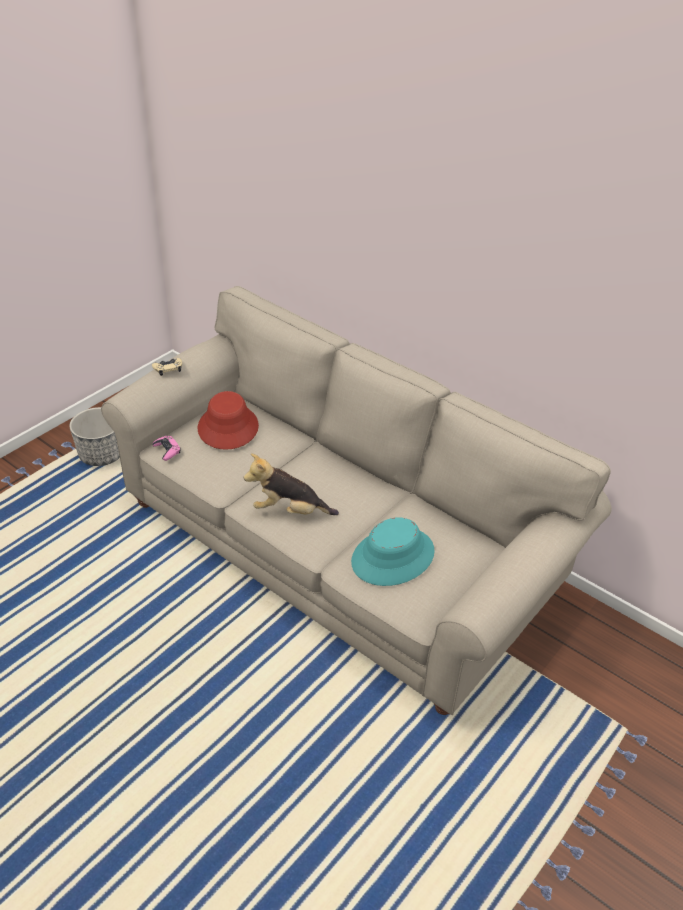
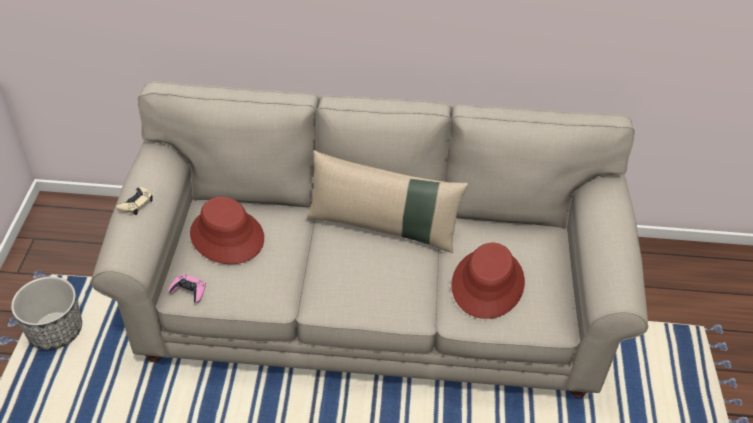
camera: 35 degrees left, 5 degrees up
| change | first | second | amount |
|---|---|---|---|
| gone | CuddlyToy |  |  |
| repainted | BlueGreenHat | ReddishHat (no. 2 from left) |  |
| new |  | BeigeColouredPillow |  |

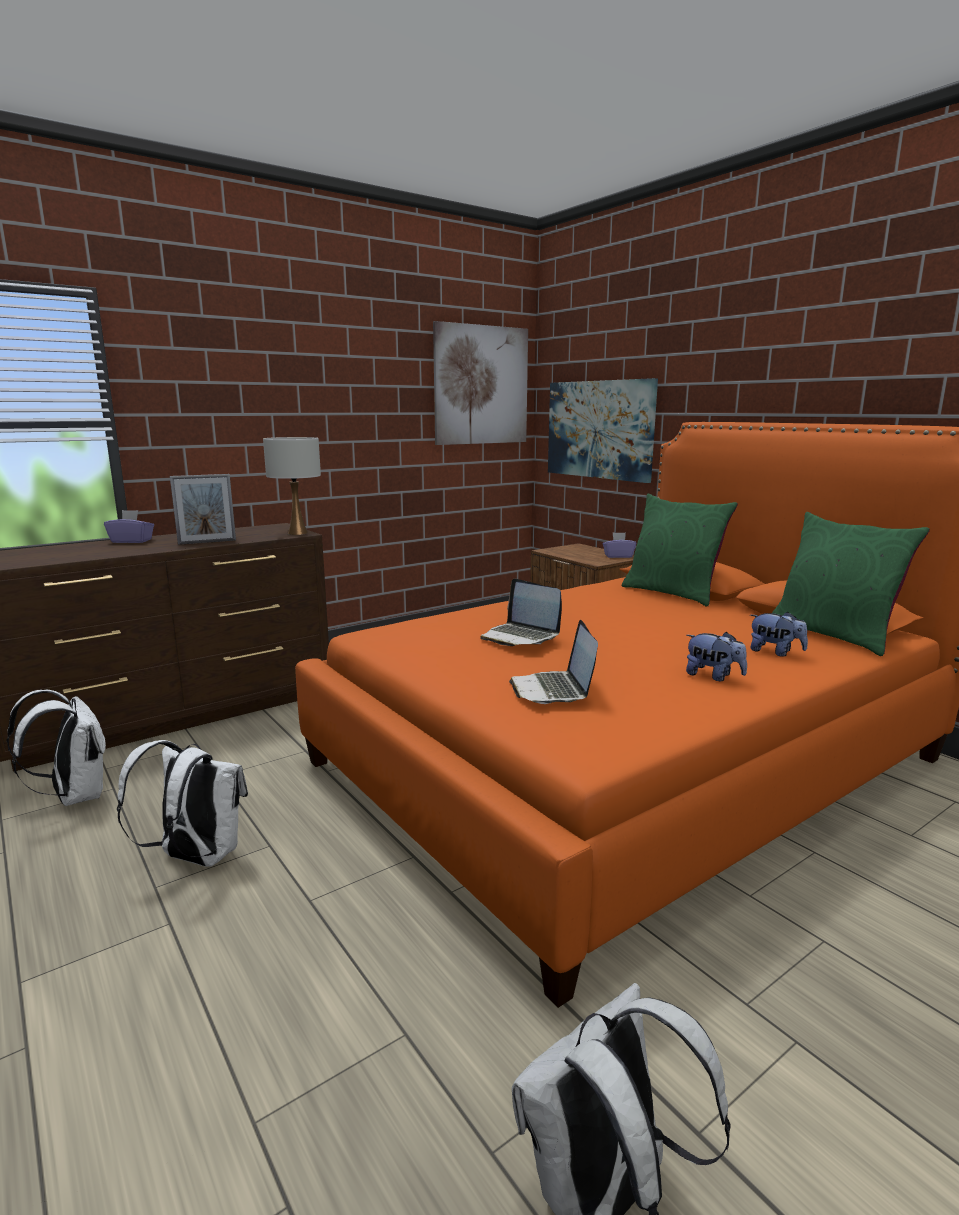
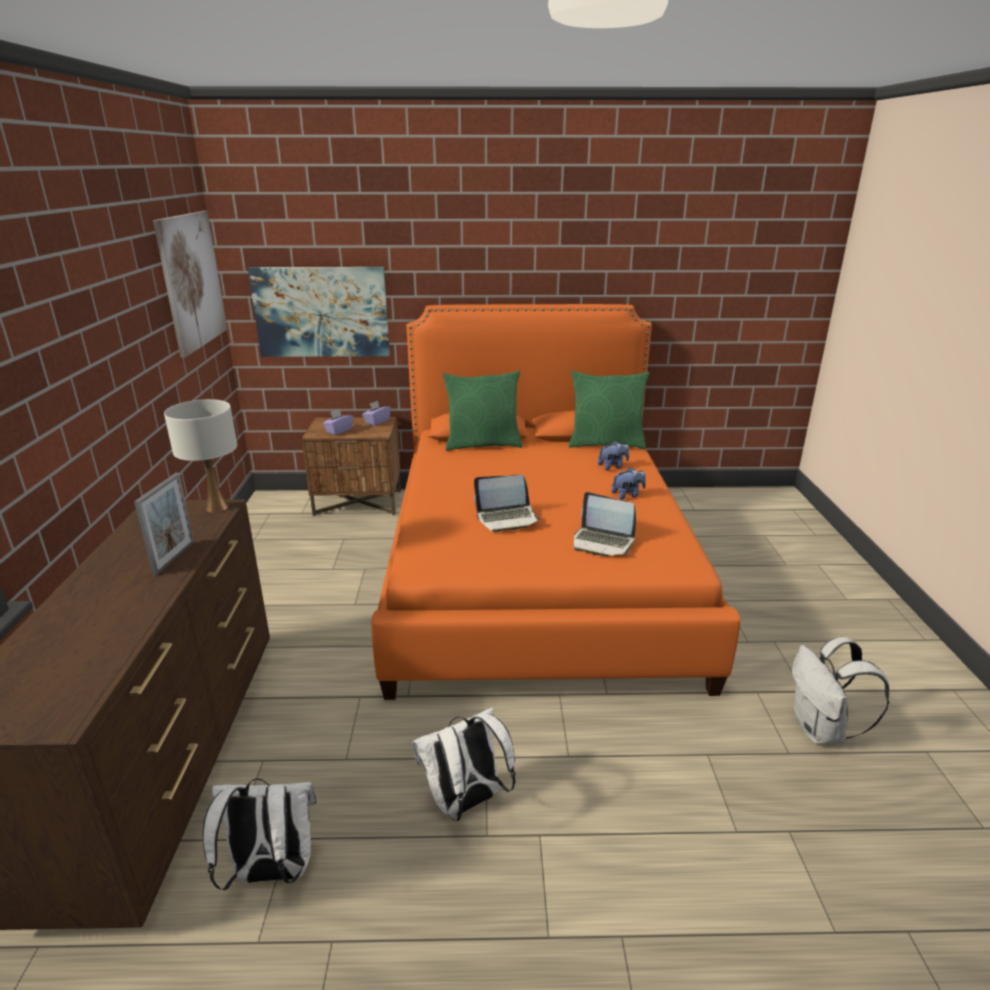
camera: 55 degrees left, 10 degrees up
| change | first | second | amount |
|---|---|---|---|
| shifted | PurpleColouredTissueBox (no. 1 from left) |  |  |

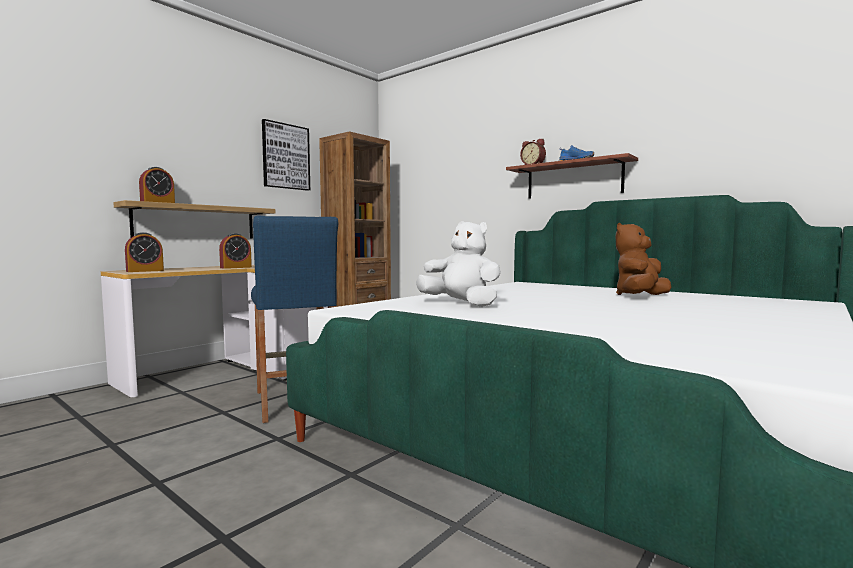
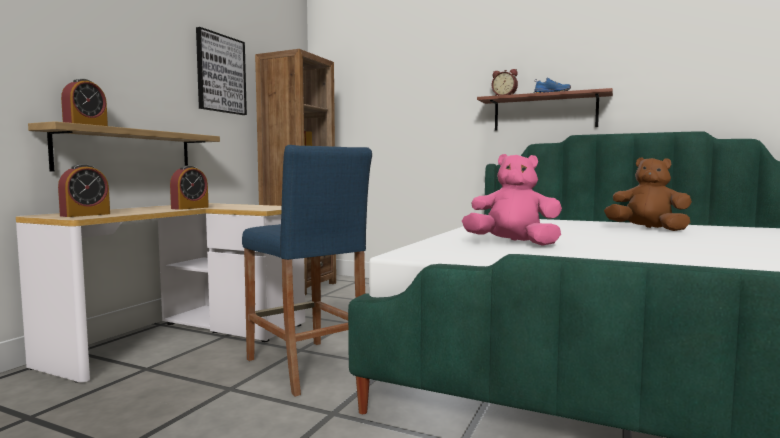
camera: 15 degrees left, 0 degrees up
| change | first | second | amount |
|---|---|---|---|
| repainted | WhiteCuddlyToy | PinkishCuddlyToy |  |
| rotated | BrownColouredCuddlyToy |  | 90 degrees clockwise |

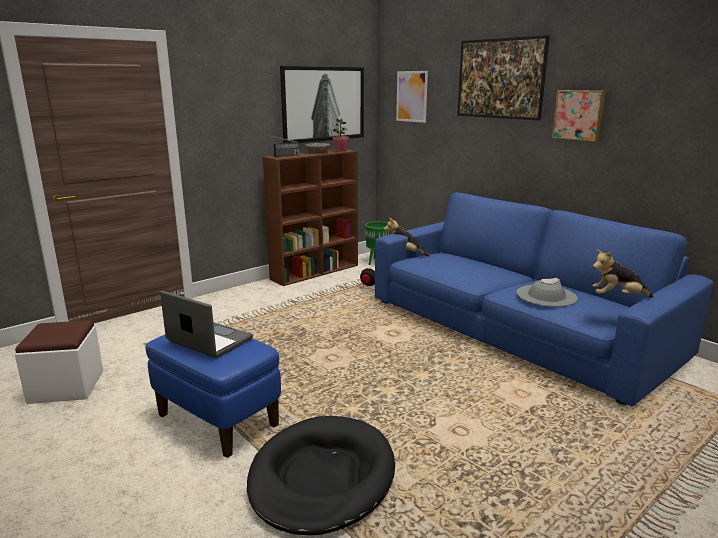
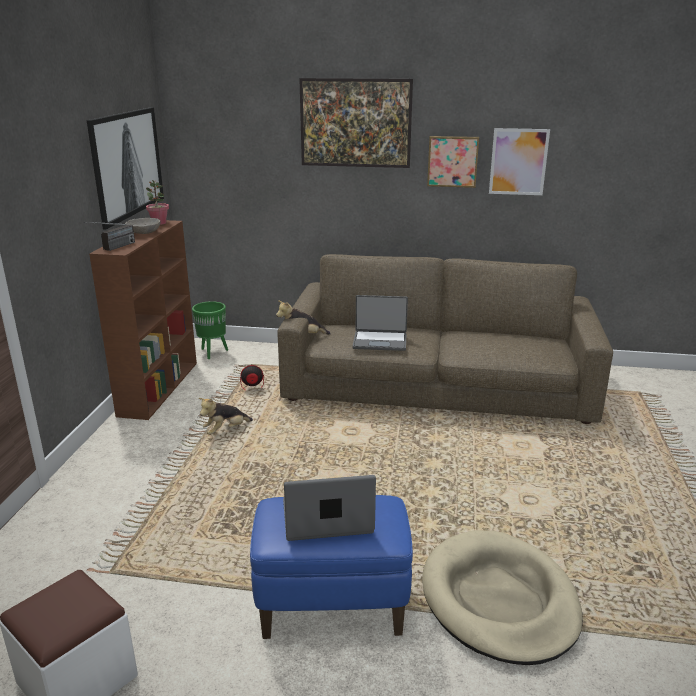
camera: 40 degrees left, 5 degrees up
| change | first | second | amount |
|---|---|---|---|
| repainted | BlackishDogCushion | BeigeColouredDogCushion |  |
| repainted | BlueSofa | BrownColouredSofa |  |
| shifted | Picture (no. 2 from left in the first image) | Picture (no. 4 from left) |  |
| gone | GreyishHat |  |  |
| shifted | CuddlyToy (no. 2 from left in the first image) | CuddlyToy (no. 1 from left) |  |
| new |  | Laptop (no. 2 from left) |  |

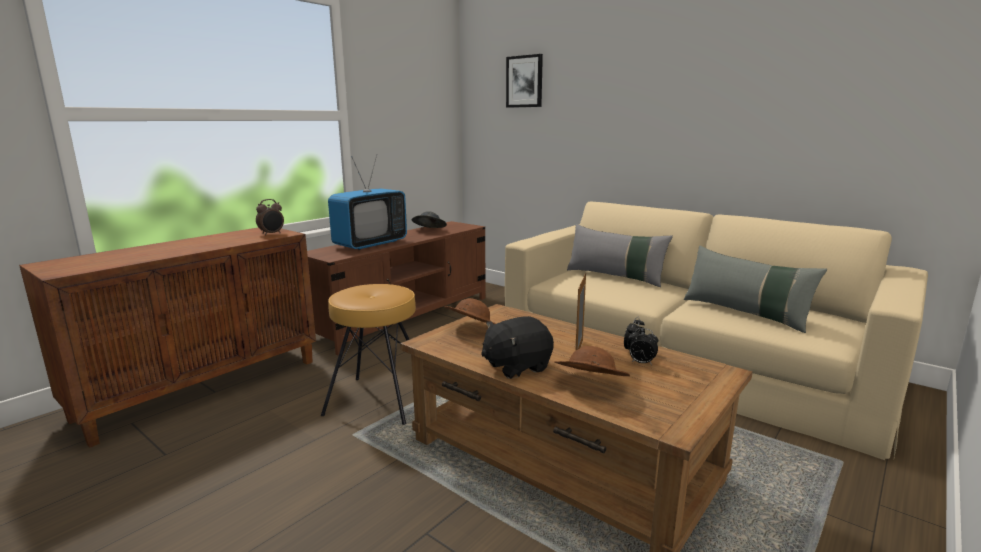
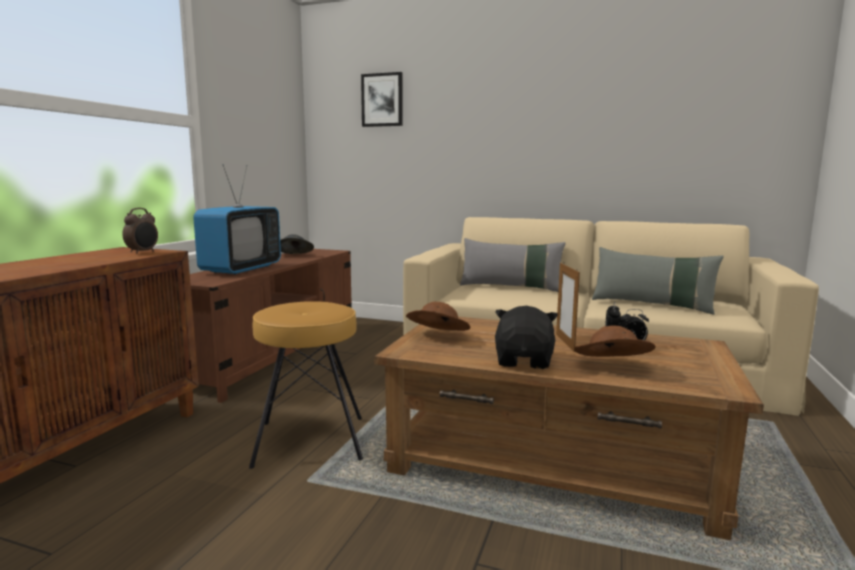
camera: 20 degrees left, 5 degrees down
| change | first | second | amount |
|---|---|---|---|
| rotated | BlackishCuddlyToy |  | 150 degrees clockwise |

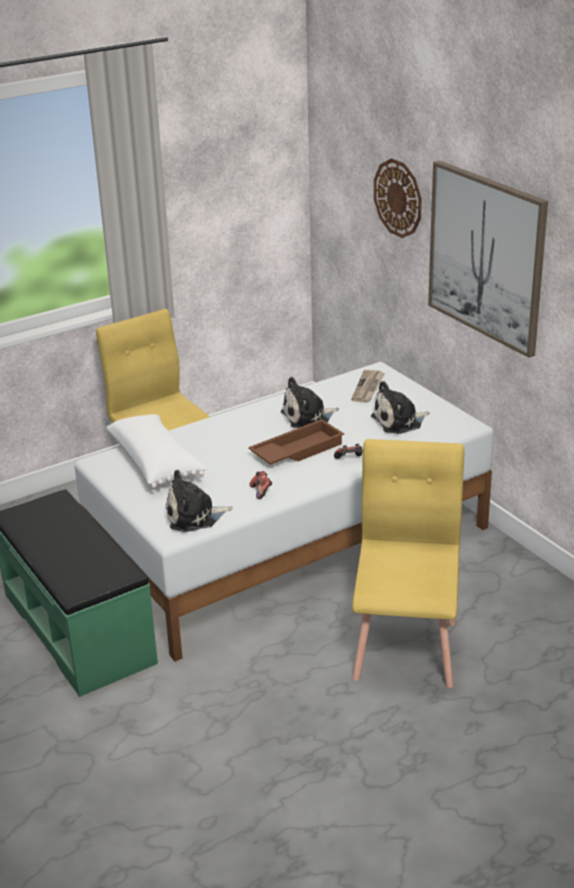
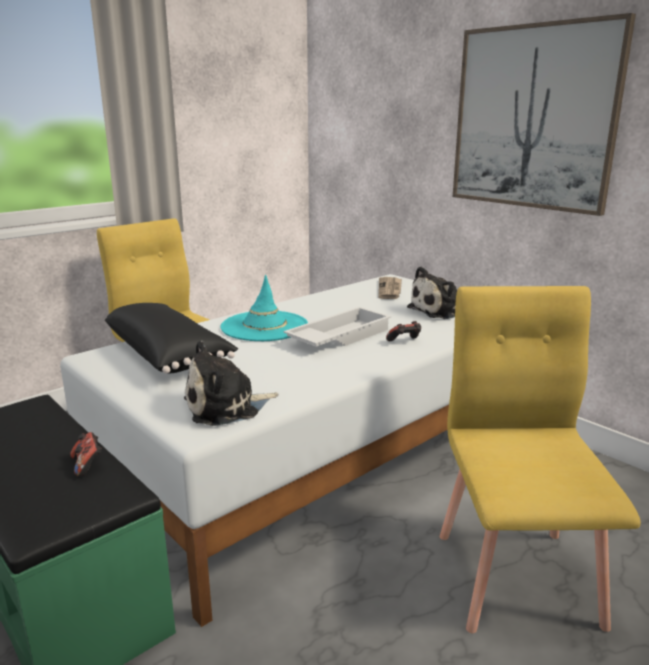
camera: 10 degrees left, 10 degrees down
| change | first | second | amount |
|---|---|---|---|
| repainted | WhitePillow | BlackishPillow |  |
| repainted | BrownColouredCarryingTray | WhiteCarryingTray |  |
| shifted | GameController (no. 1 from left) |  |  |
| gone | CuddlyToy (no. 2 from left) |  |  |
| gone | HangingClock |  |  |
| new |  | BlueGreenHat |  |

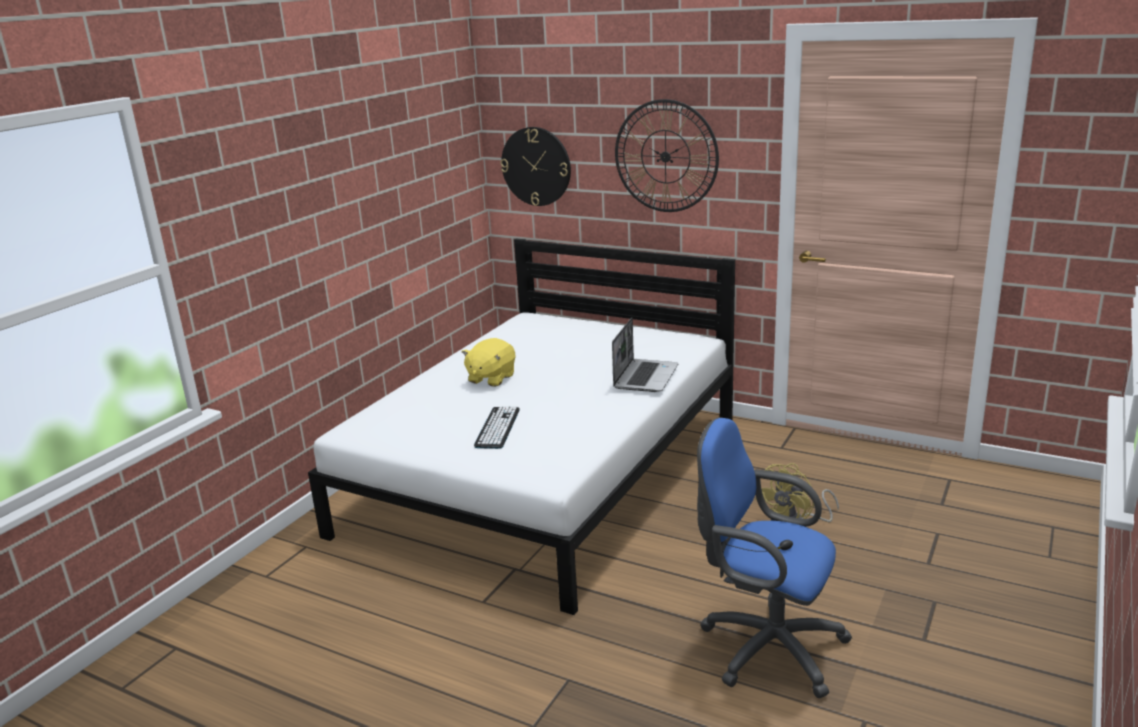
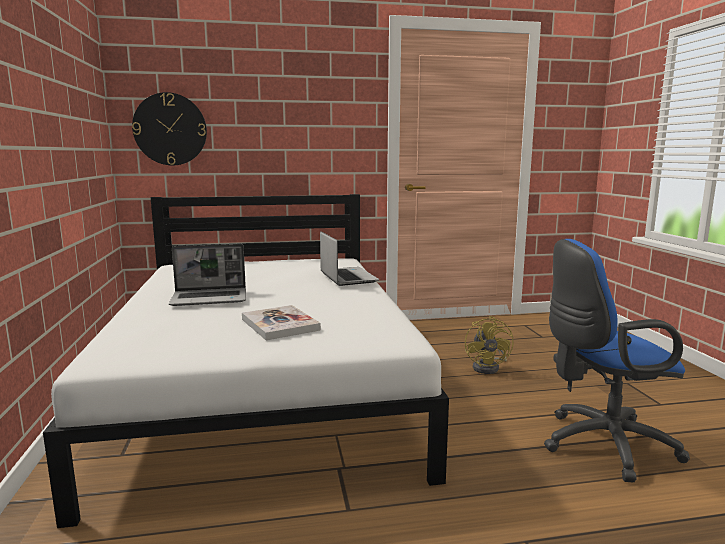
camera: 40 degrees left, 10 degrees down
| change | first | second | amount |
|---|---|---|---|
| swapped | YellowCuddlyToy | Laptop (no. 1 from left) |  |
| swapped | PcKeyboard | Volume |  |
| gone | HangingClock (no. 2 from left) |  |  |

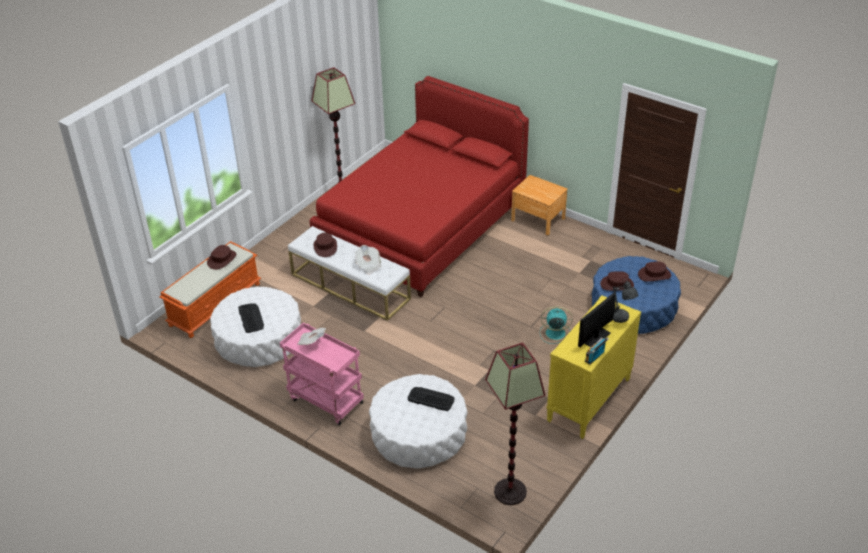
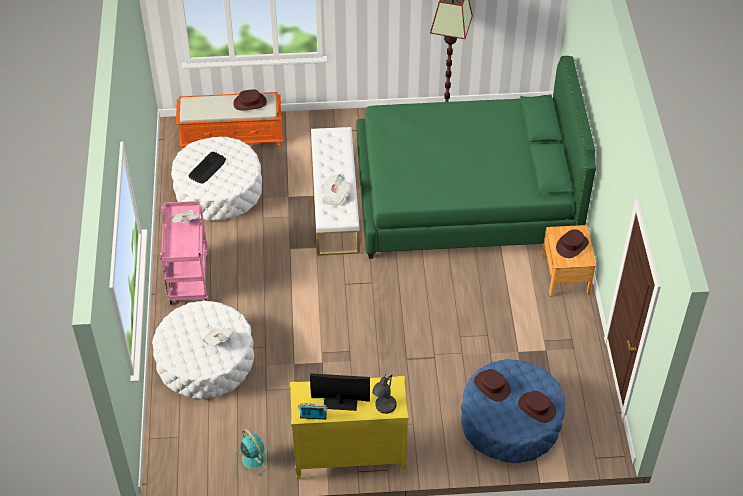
camera: 50 degrees right, 10 degrees up
| change | first | second | amount |
|---|---|---|---|
| repainted | ReddishSleepingBed | GreenSleepingBed |  |
| shifted | BrownColouredHat (no. 2 from left in the first image) | BrownColouredHat (no. 4 from left) |  |
| swapped | PcKeyboard (no. 2 from left) | DailyPaper (no. 2 from left) |  |
| gone | FloorLamp (no. 2 from left) |  |  |
| shifted | BlueGreenElectricFan |  |  |

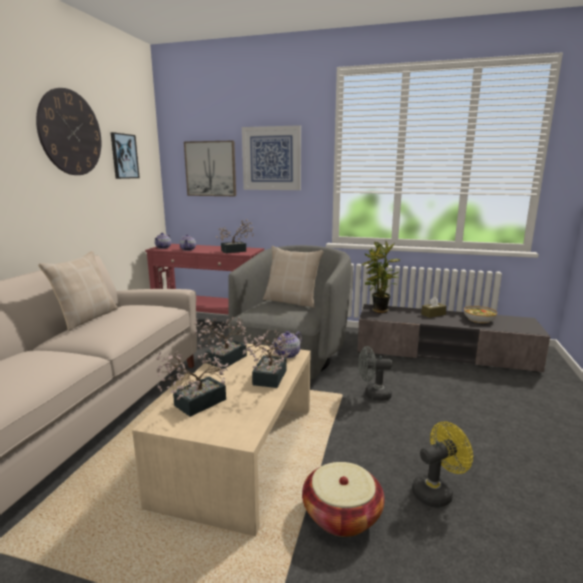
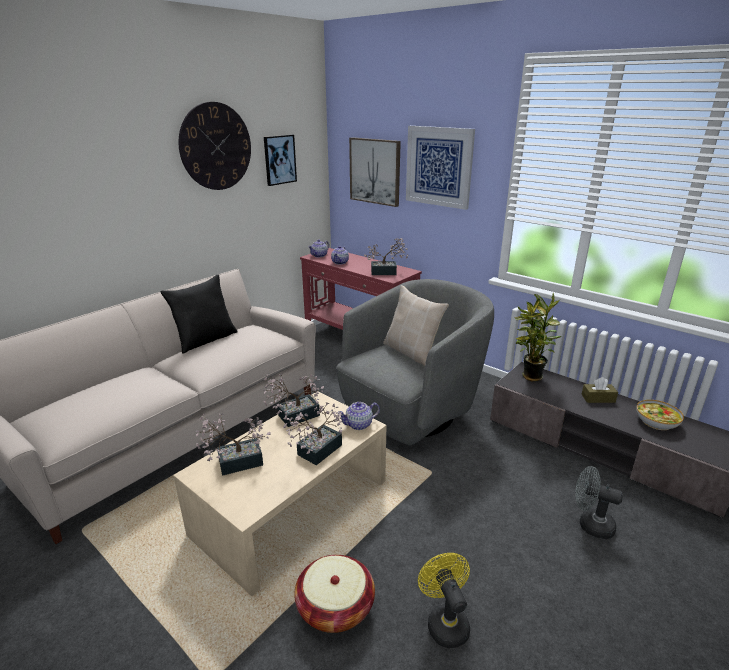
camera: 25 degrees right, 10 degrees up
| change | first | second | amount |
|---|---|---|---|
| repainted | BeigeColouredPillow (no. 1 from left) | BlackishPillow |  |
| shifted | GreyishElectricFan |  |  |
| rotated | YellowElectricFan |  | 105 degrees counterclockwise |

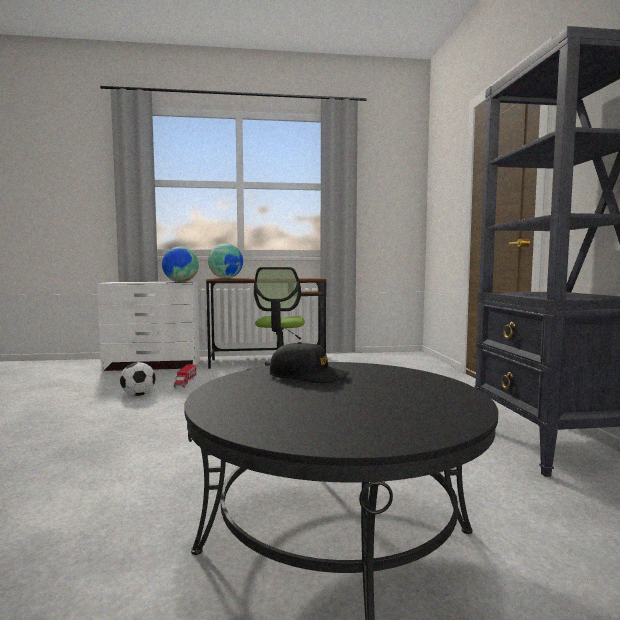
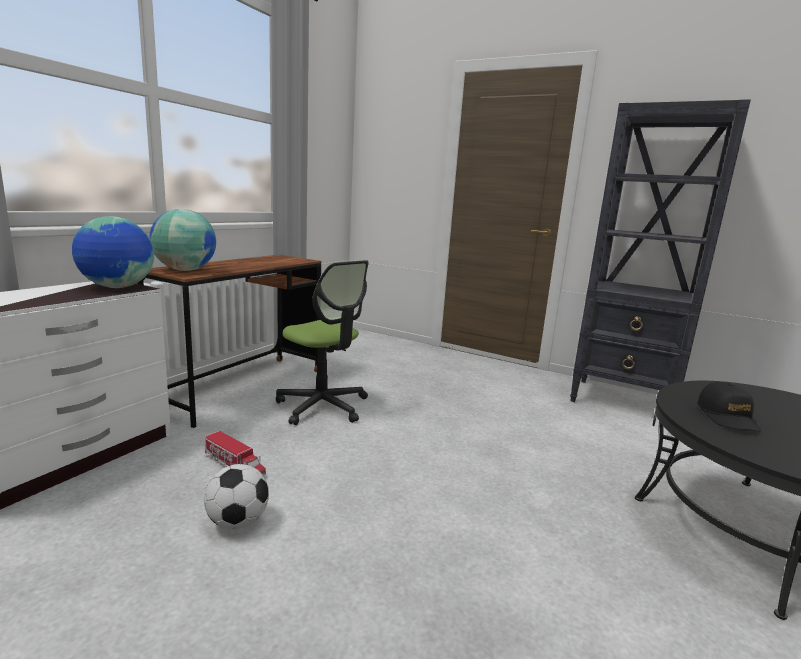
camera: 55 degrees left, 10 degrees up
| change | first | second | amount |
|---|---|---|---|
| rotated | BlackishPeakedCap |  | 135 degrees clockwise |

